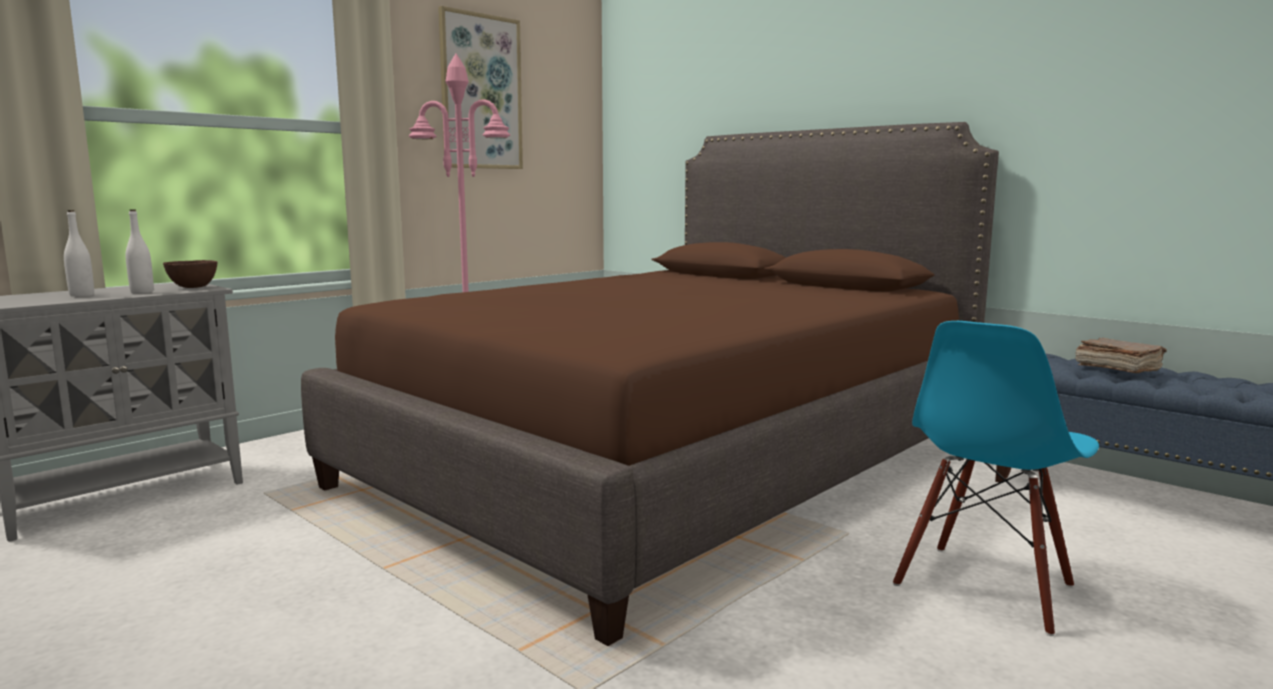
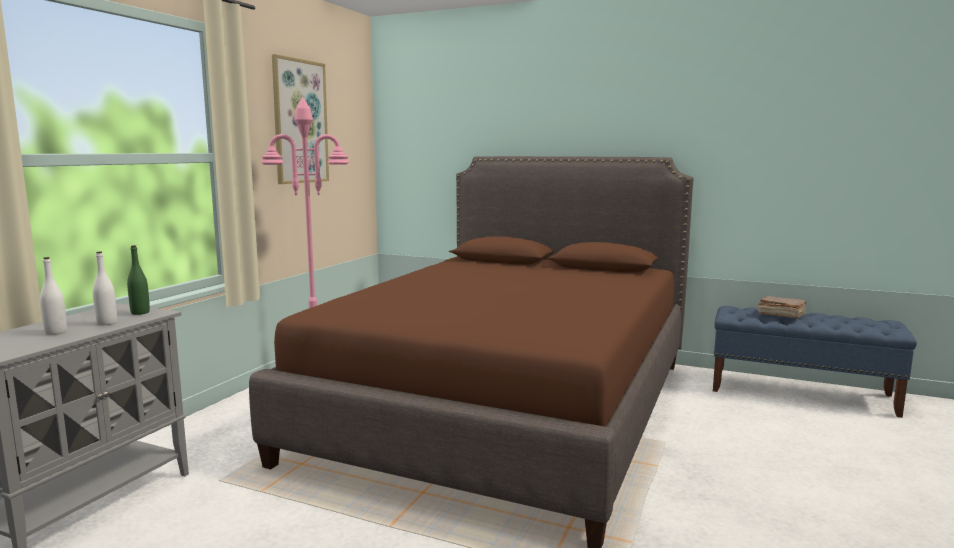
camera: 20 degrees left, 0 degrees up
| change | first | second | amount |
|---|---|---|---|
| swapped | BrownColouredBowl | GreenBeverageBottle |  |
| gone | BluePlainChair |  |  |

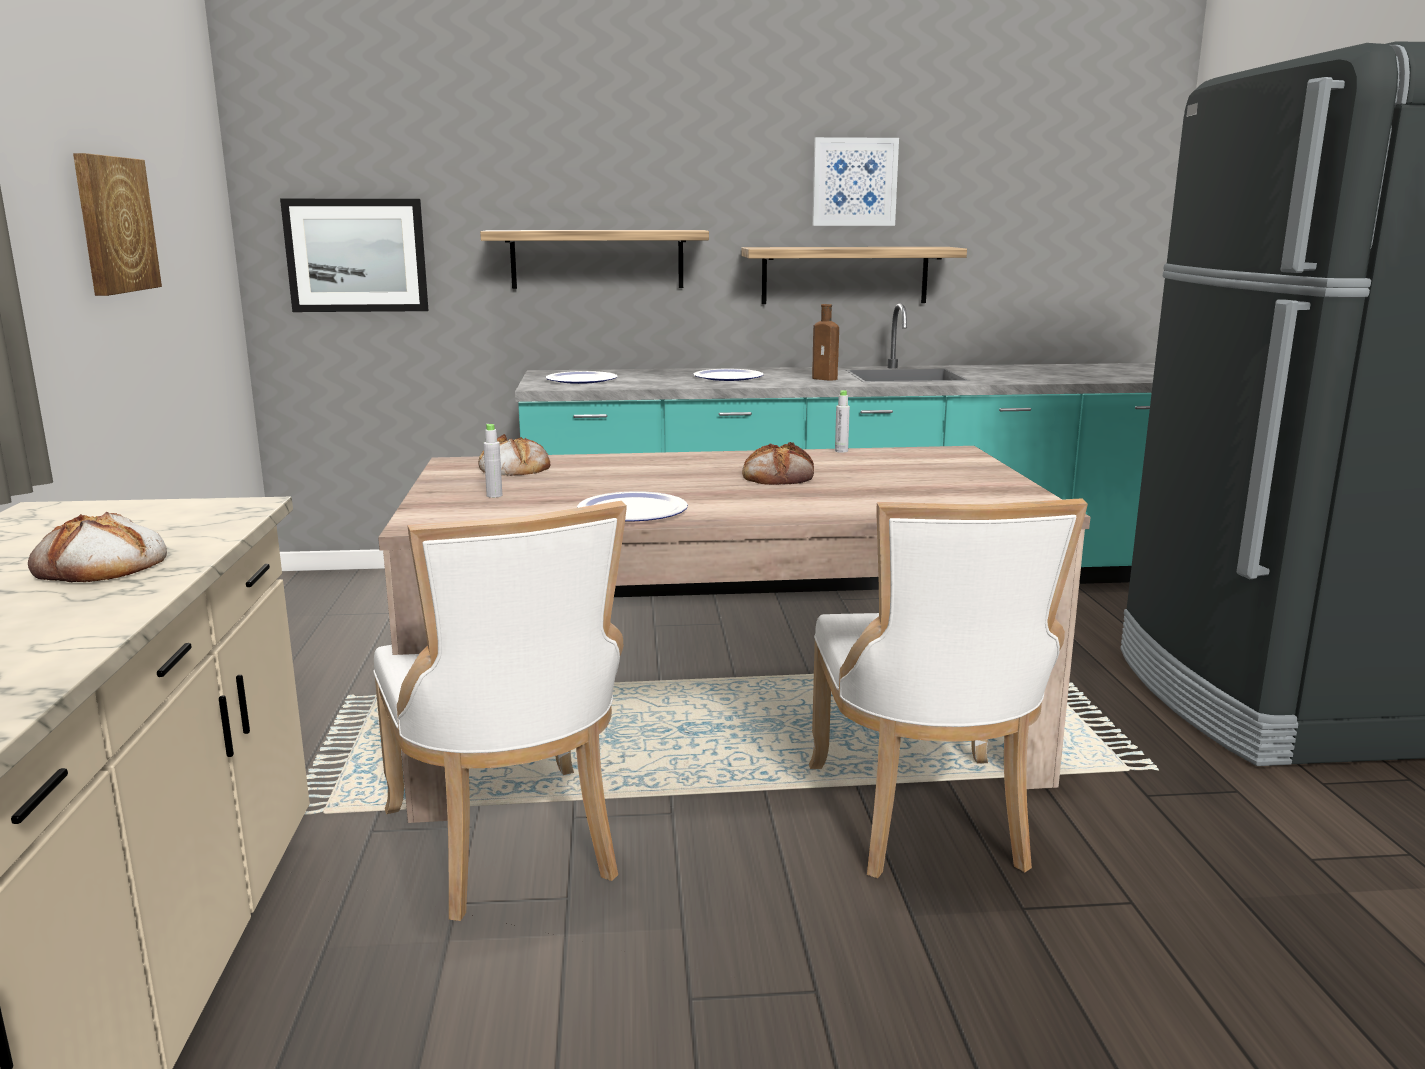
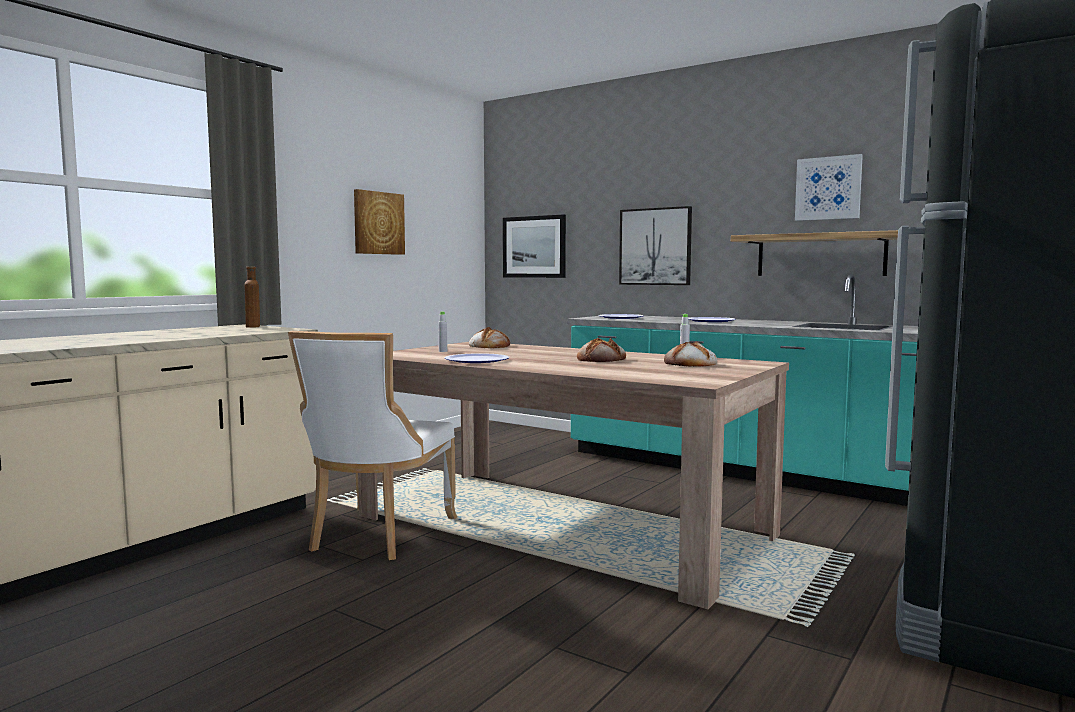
camera: 40 degrees right, 10 degrees down
| change | first | second | amount |
|---|---|---|---|
| shifted | Bread (no. 1 from left in the first image) | Bread (no. 3 from left) |  |
| swapped | Shelf (no. 1 from left) | Picture (no. 3 from left) |  |
| gone | WhitePlainChair (no. 2 from left) |  |  |
| shifted | BrownColouredBeverageBottle |  |  |

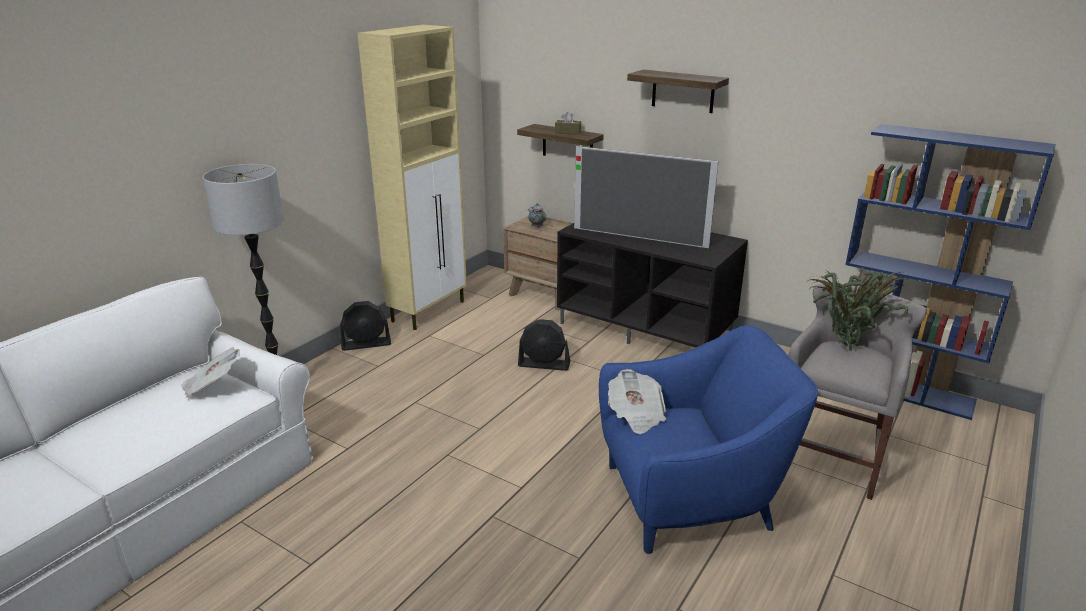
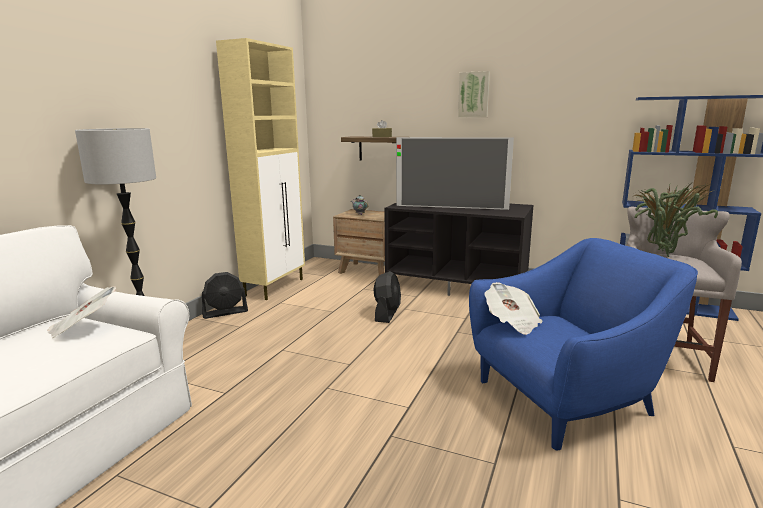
camera: 10 degrees left, 10 degrees down
| change | first | second | amount |
|---|---|---|---|
| rotated | BlackishElectricFan (no. 2 from left) |  | 75 degrees counterclockwise |
| swapped | Shelf (no. 2 from left) | Picture |  |

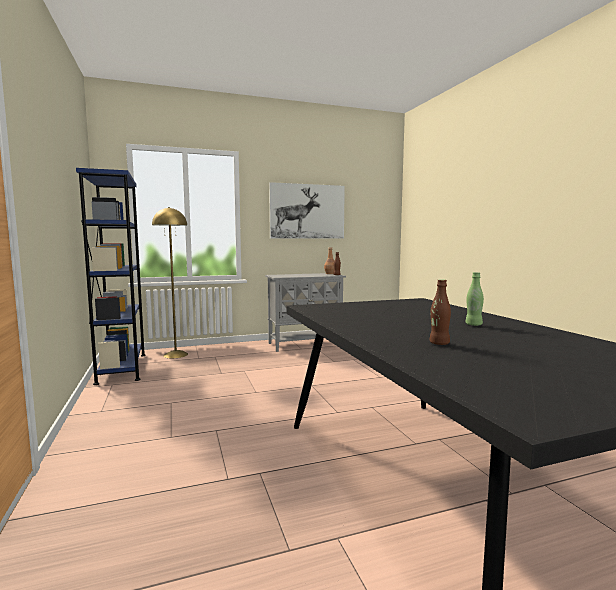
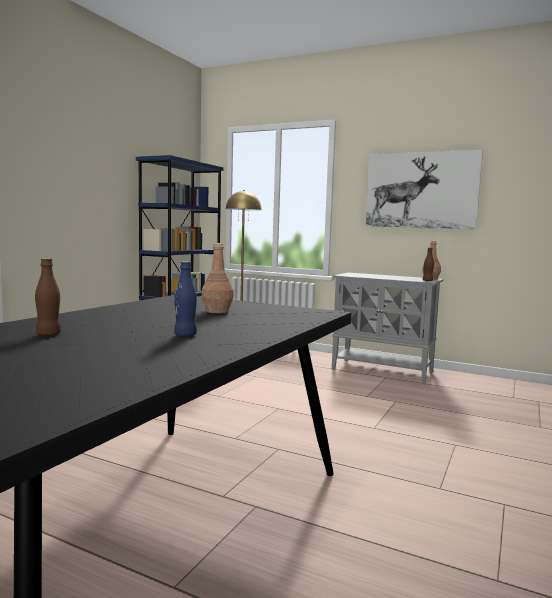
camera: 45 degrees right, 0 degrees up
| change | first | second | amount |
|---|---|---|---|
| repainted | GreenBeverageBottle | BlueBeverageBottle |  |
| new |  | BrownColouredBeverageBottle (no. 2 from left) |  |

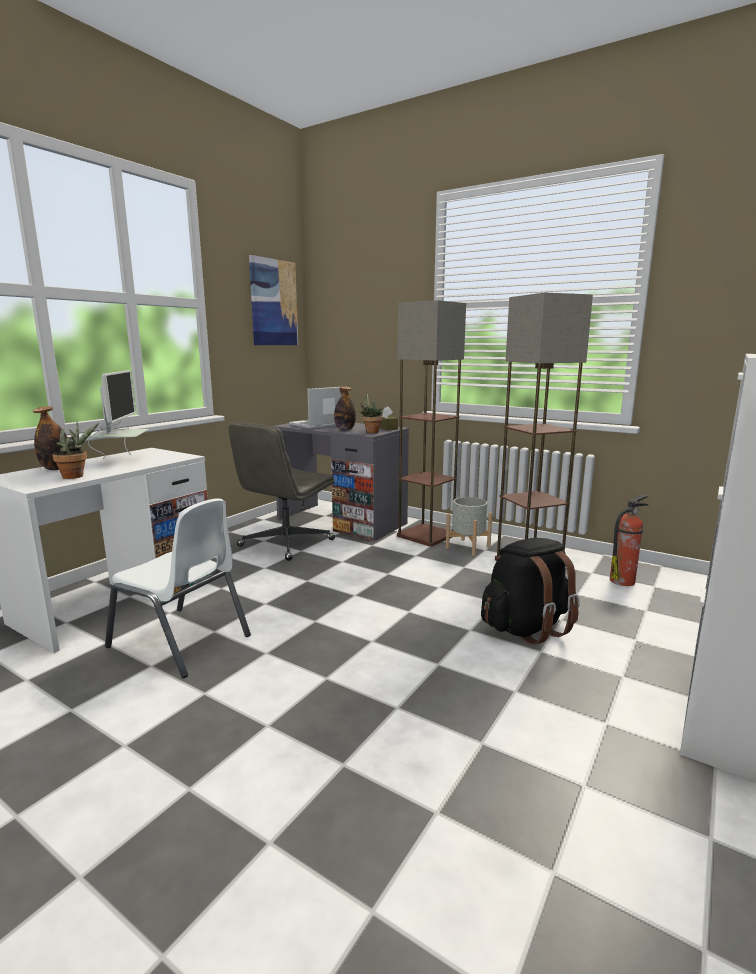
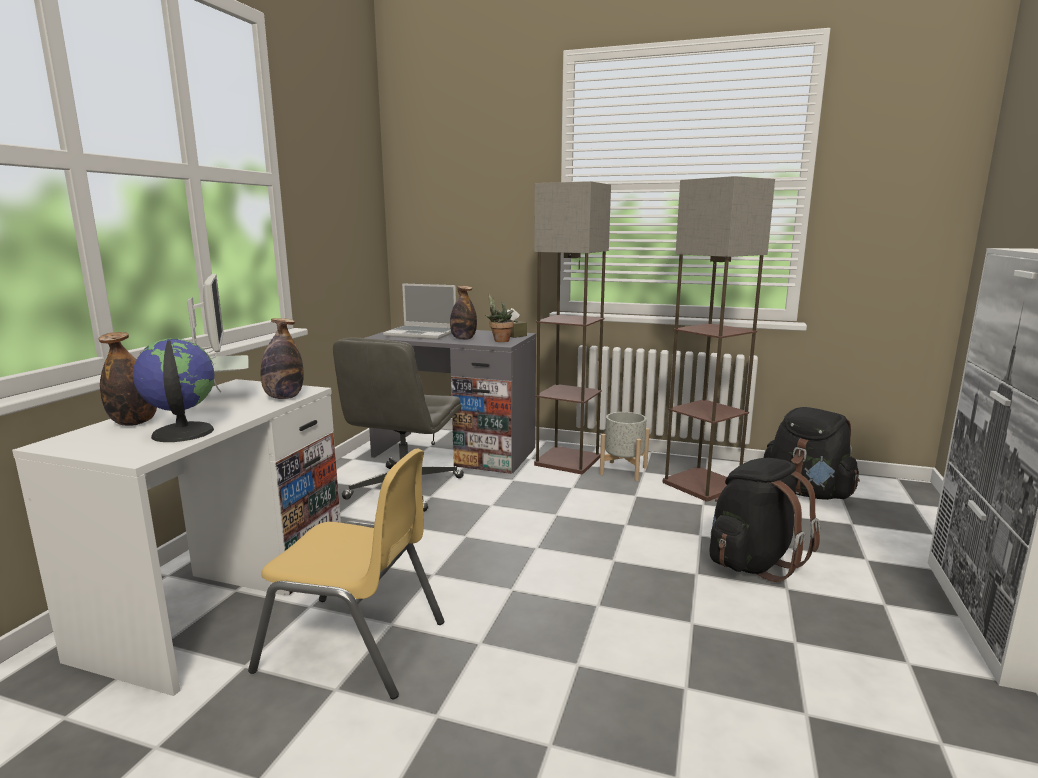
camera: 15 degrees left, 0 degrees up
| change | first | second | amount |
|---|---|---|---|
| swapped | PlantInAPot (no. 1 from left) | DeskGlobe |  |
| repainted | WhitePlainChair | YellowPlainChair |  |
| gone | Picture |  |  |
| rotated | Laptop |  | 105 degrees counterclockwise |
| swapped | Extinguisher | BlackishKnapsack (no. 2 from left) |  |
| new |  | BeverageBottle (no. 2 from left) |  |

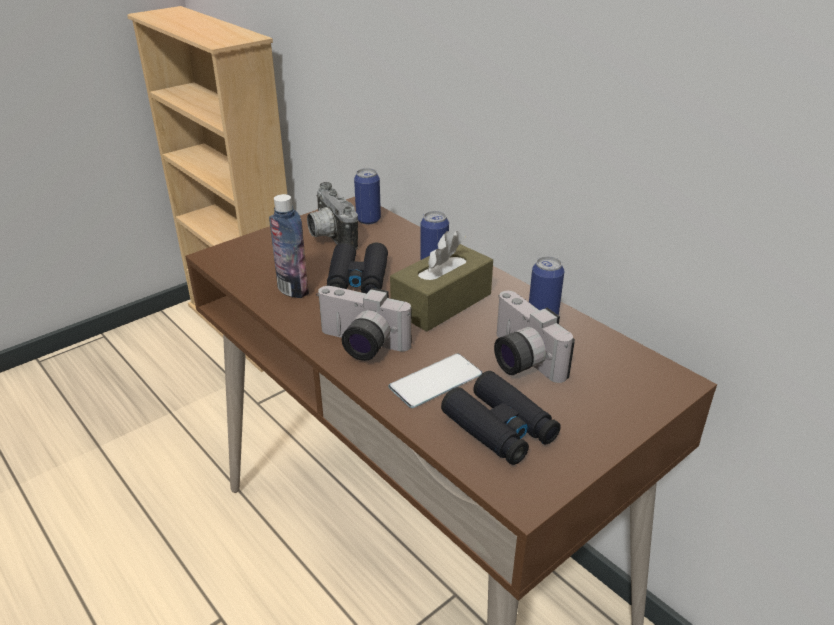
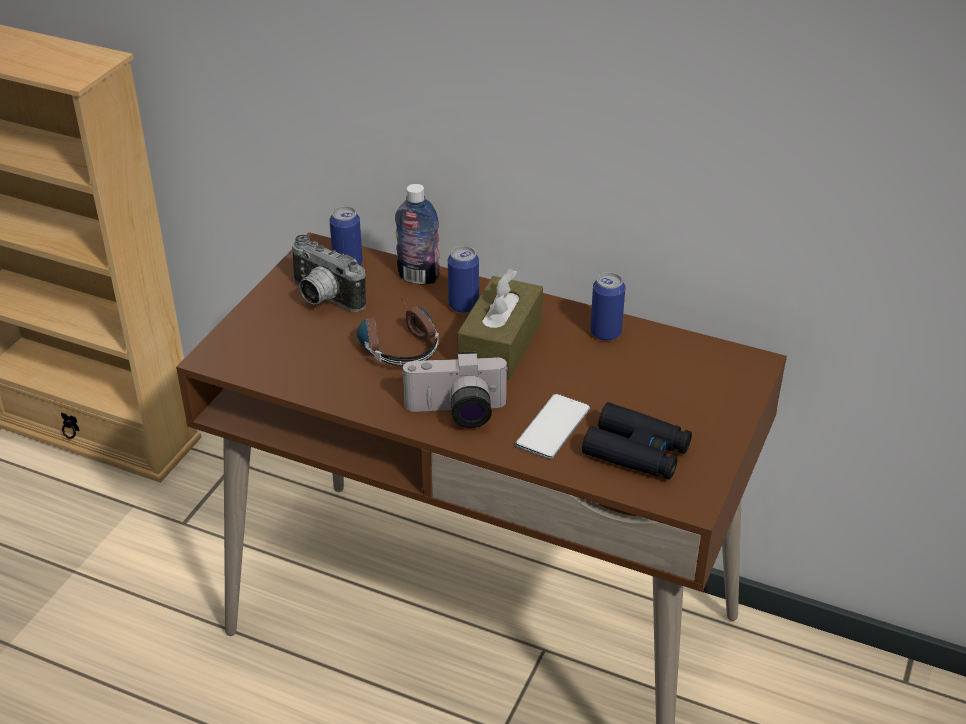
camera: 25 degrees left, 5 degrees up
| change | first | second | amount |
|---|---|---|---|
| shifted | BeverageBottle |  |  |
| swapped | BlackishPairOfBinoculars (no. 1 from left) | PairOfHeadphones |  |
| gone | PhotoCamera (no. 3 from left) |  |  |

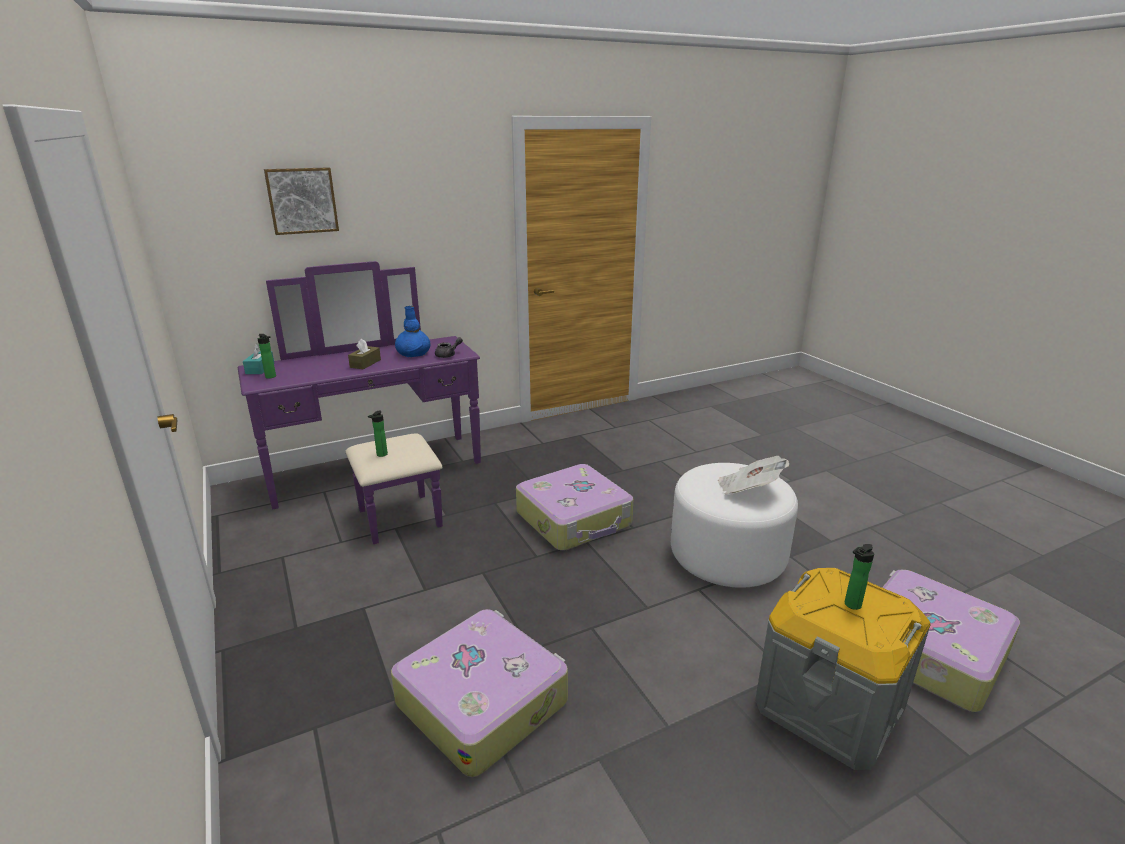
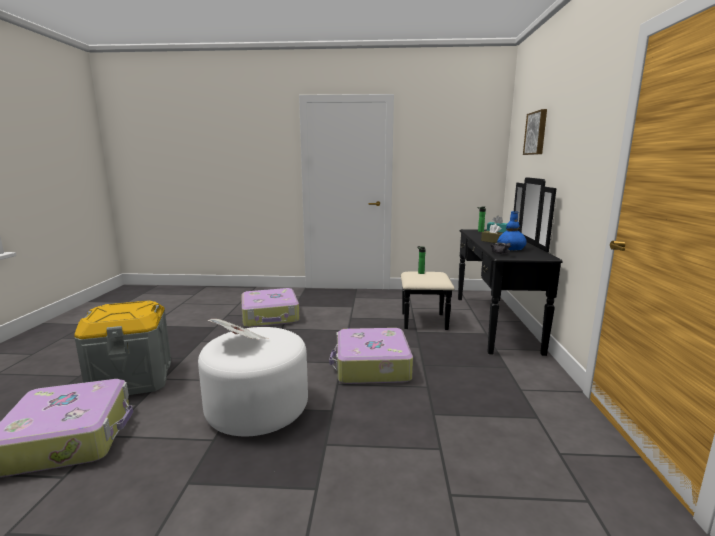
camera: 120 degrees right, 10 degrees down
| change | first | second | amount |
|---|---|---|---|
| repainted | PurpleColouredDresser | BlackishDresser |  |
| gone | BeverageBottle (no. 3 from left) |  |  |

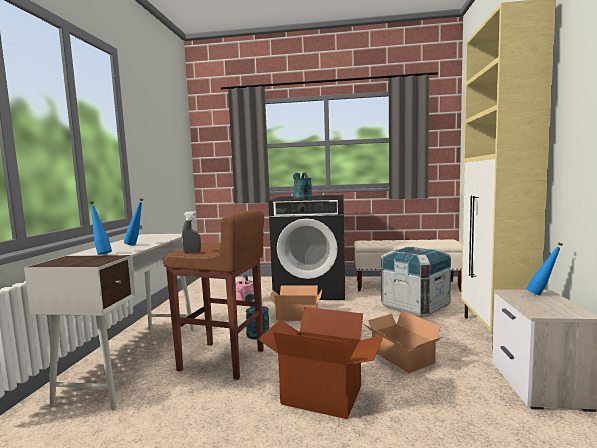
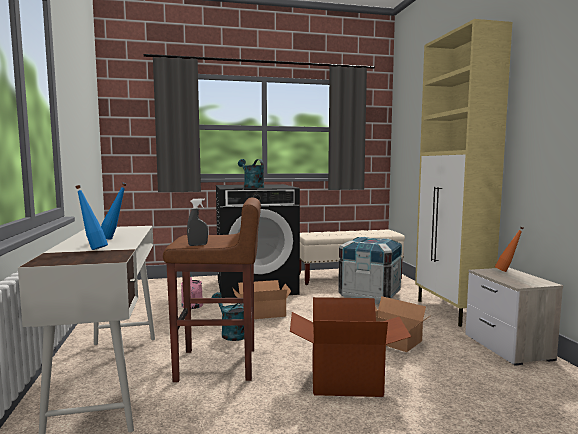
camera: 20 degrees left, 0 degrees up
| change | first | second | amount |
|---|---|---|---|
| repainted | BlueBeverageBottle (no. 3 from left) | OrangeColouredBeverageBottle |  |

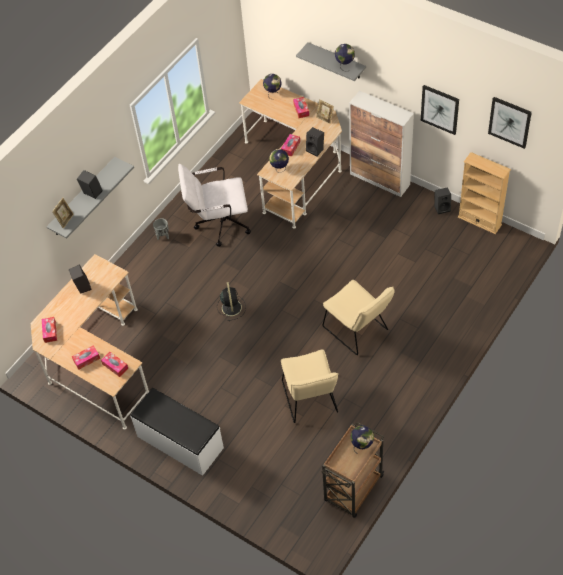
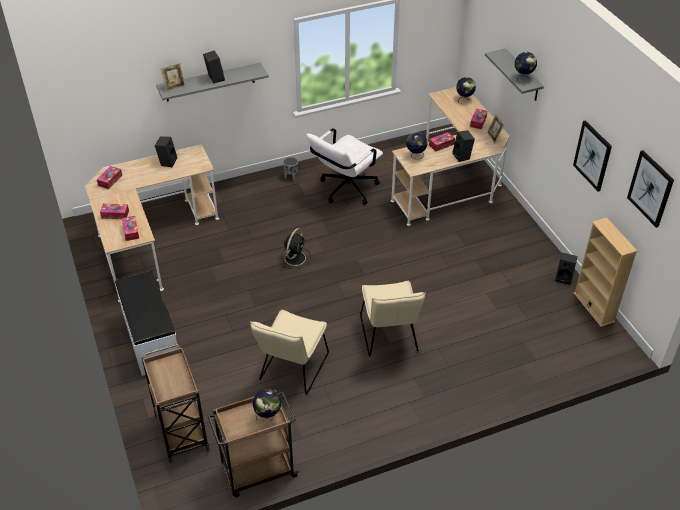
camera: 30 degrees right, 10 degrees down
| change | first | second | amount |
|---|---|---|---|
| rotated | WhiteOfficeChair |  | 75 degrees counterclockwise |
| gone | Cupboard |  |  |
| new |  | BrownColouredTrolley (no. 1 from left) |  |

